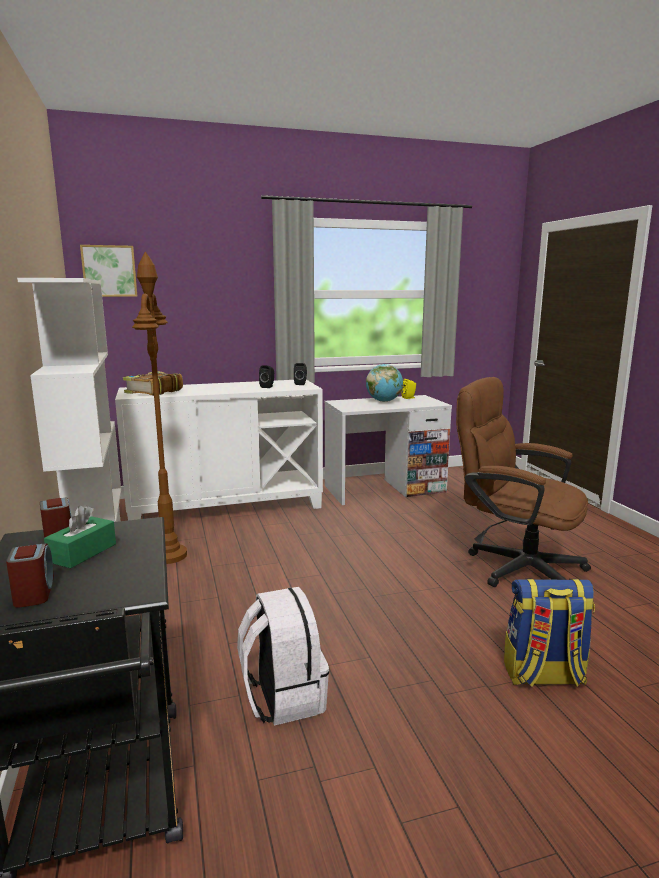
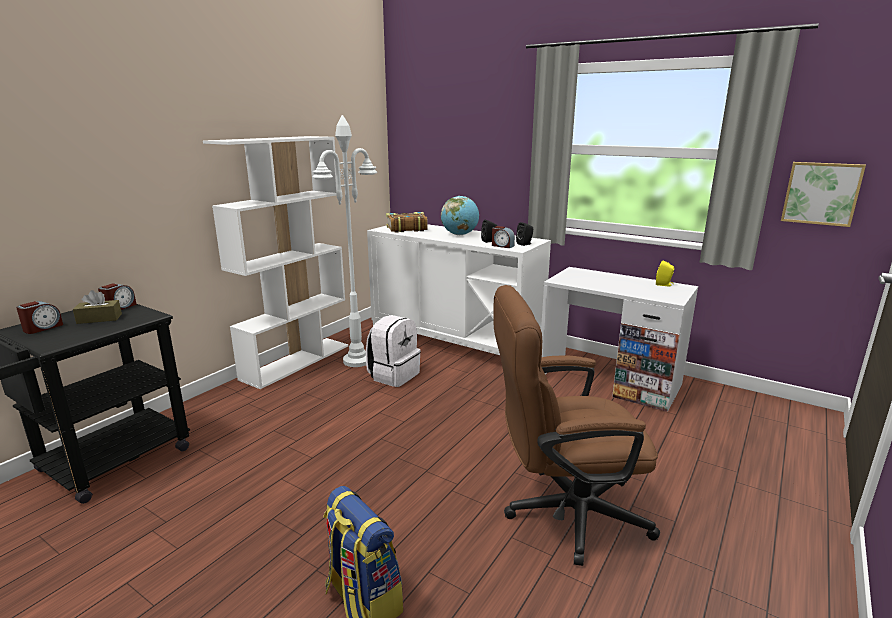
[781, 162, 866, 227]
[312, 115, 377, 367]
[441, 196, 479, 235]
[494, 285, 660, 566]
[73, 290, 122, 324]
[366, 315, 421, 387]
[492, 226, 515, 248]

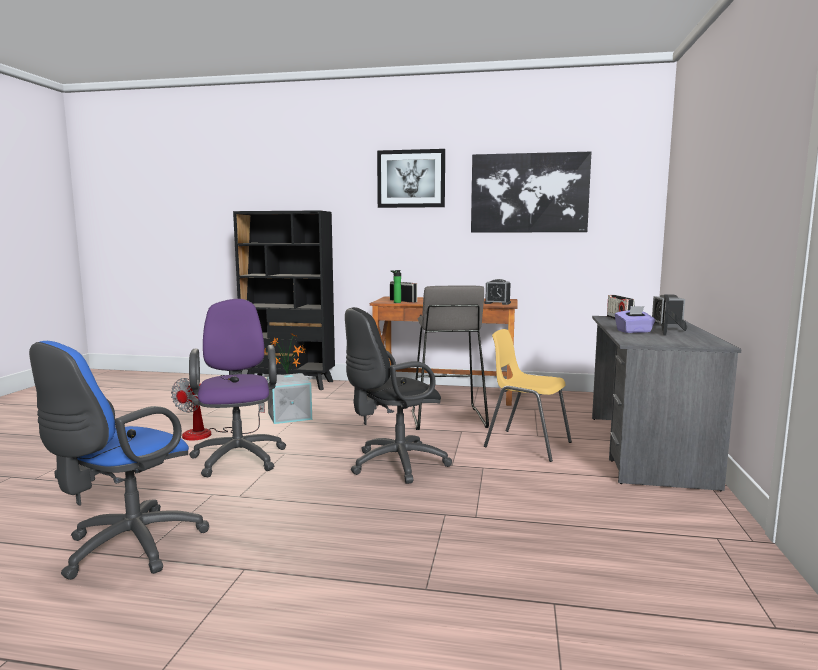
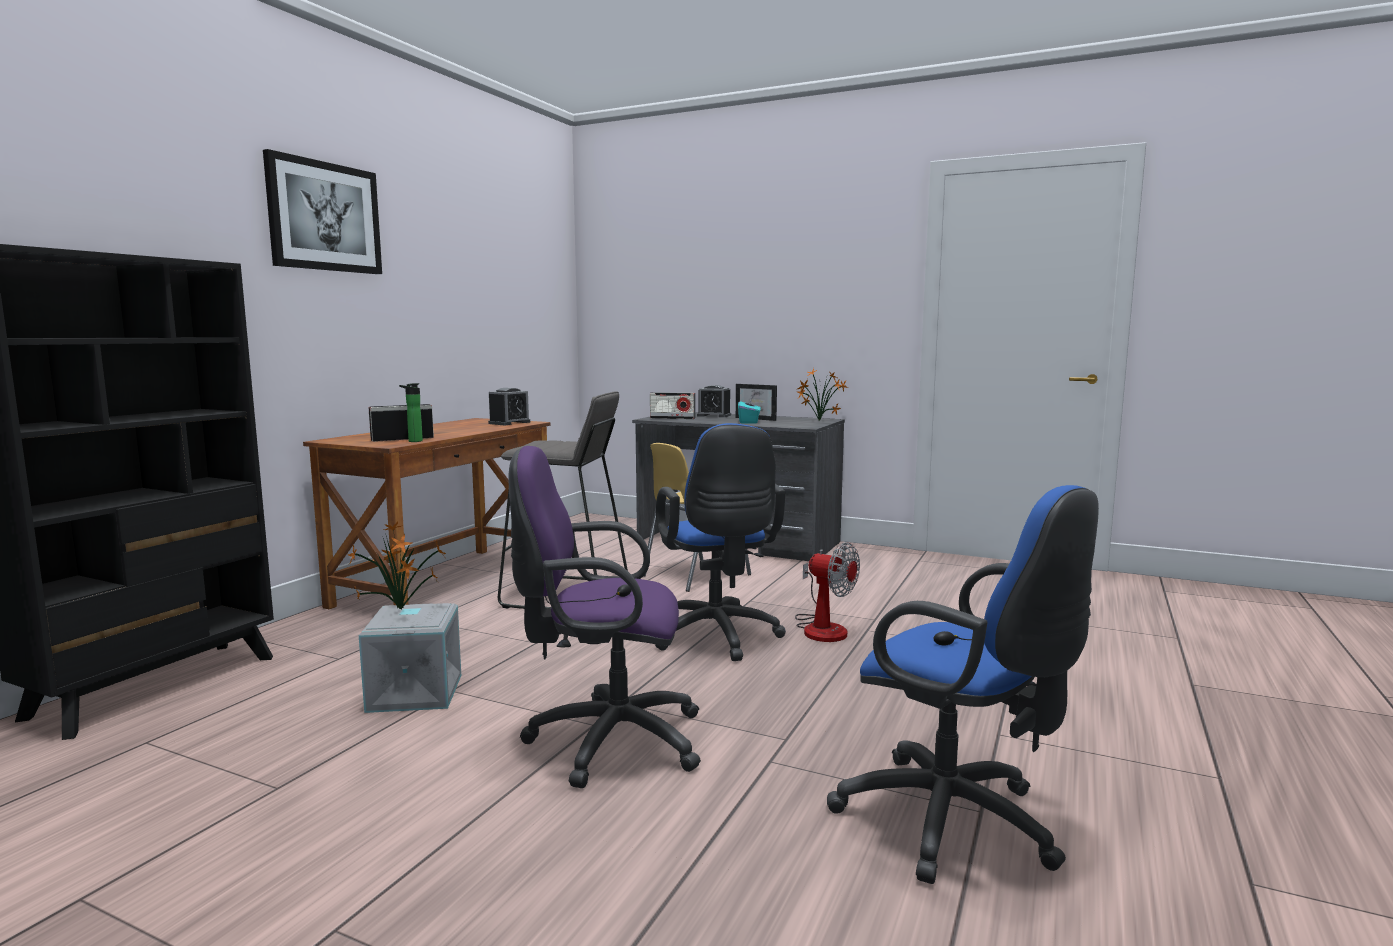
[471, 152, 591, 232] (first image)
[738, 395, 761, 424]
[655, 423, 786, 661]
[795, 542, 860, 642]
[797, 368, 848, 420]

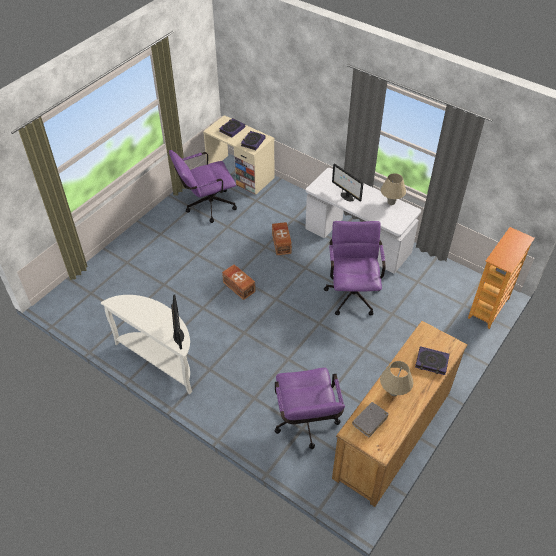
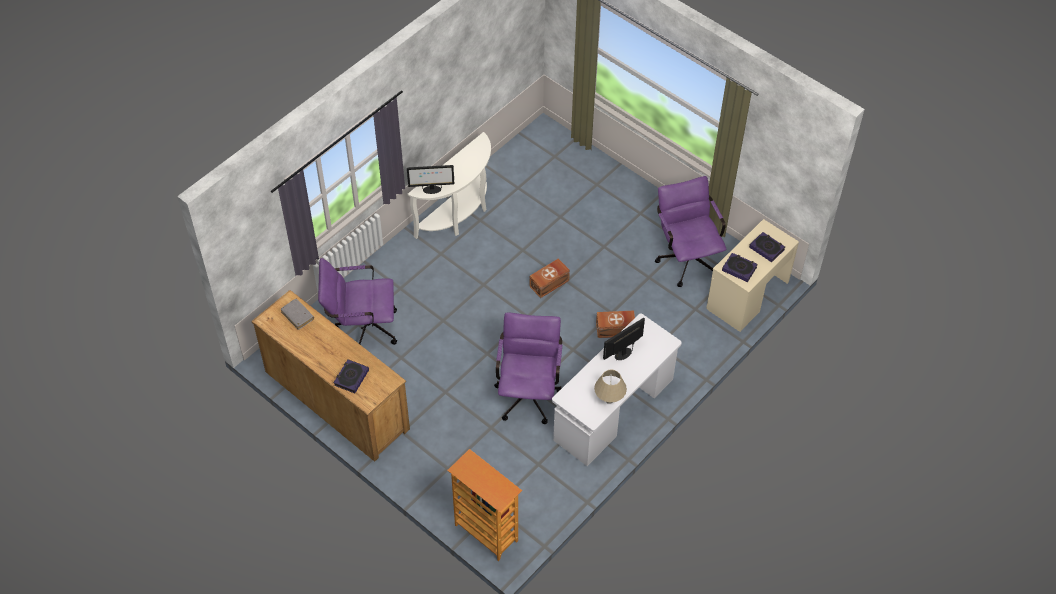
[494, 312, 562, 424]
[380, 361, 414, 396] (first image)

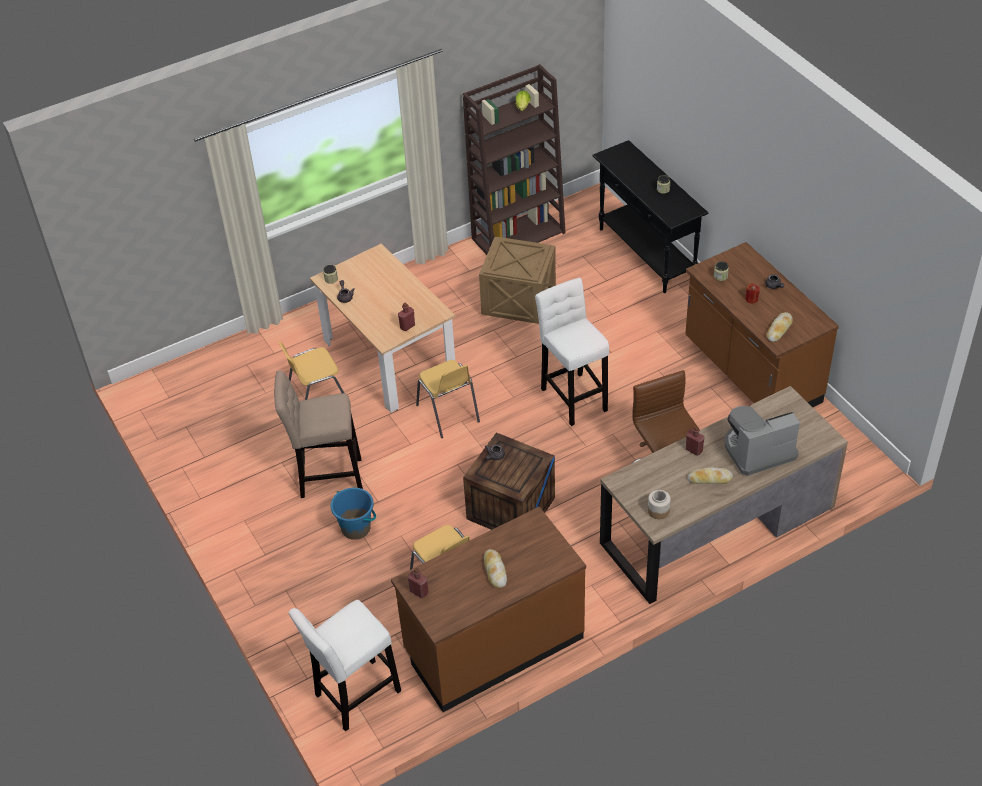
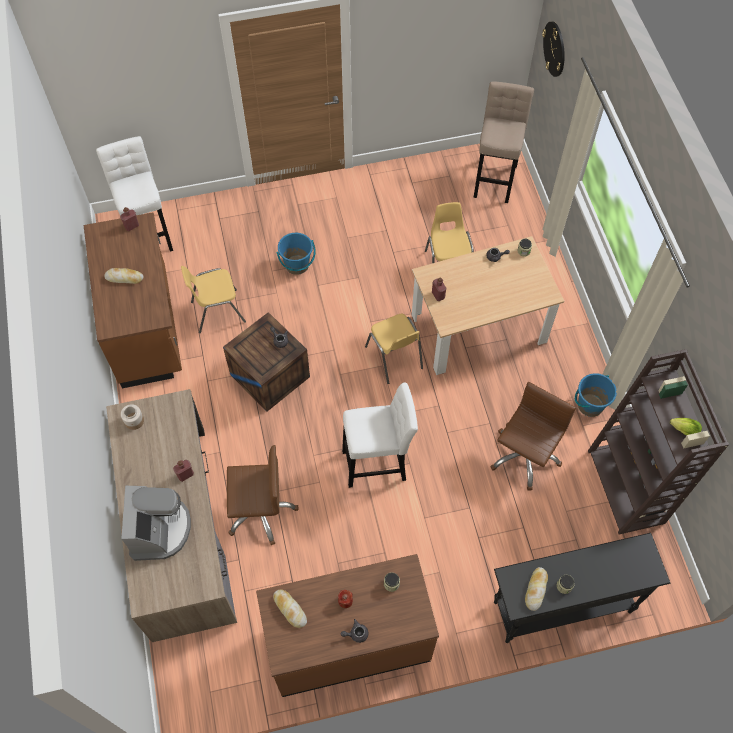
[490, 382, 576, 491]
[365, 314, 423, 384]
[474, 82, 534, 203]
[525, 567, 548, 611]
[542, 21, 565, 77]
[575, 373, 617, 417]

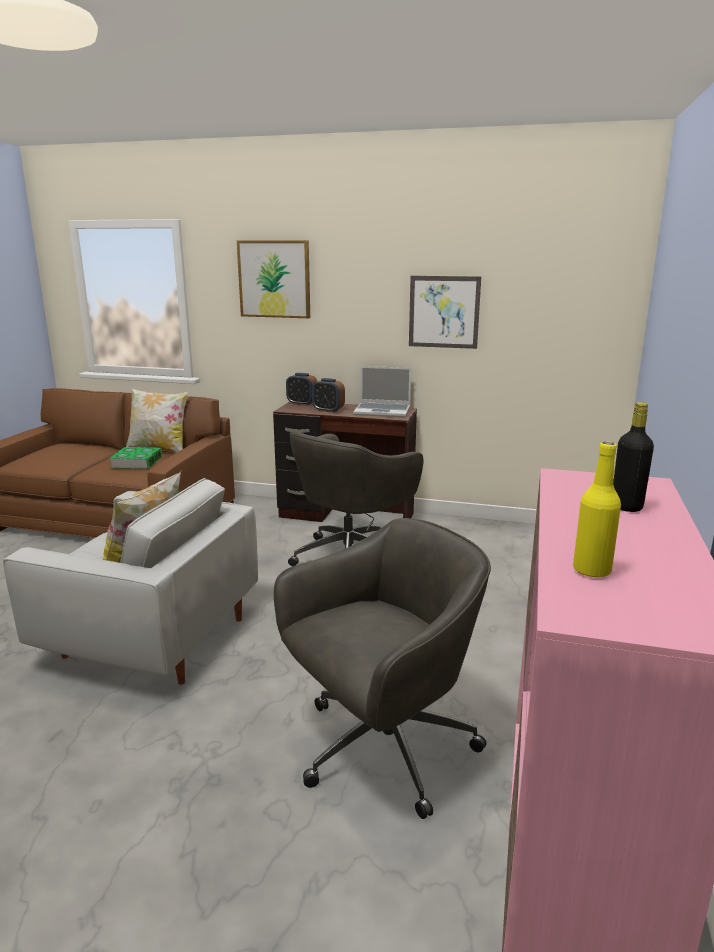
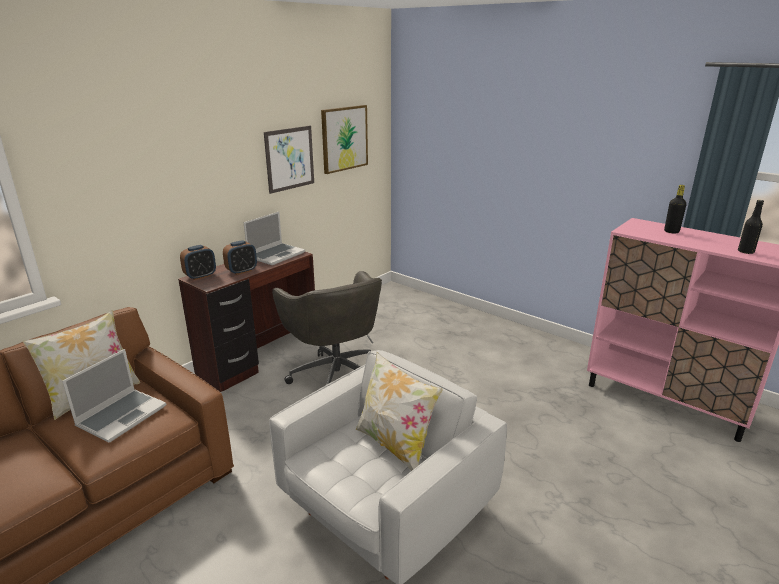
[321, 105, 368, 174]
[738, 200, 764, 254]
[62, 349, 166, 442]
[274, 518, 491, 819] (first image)

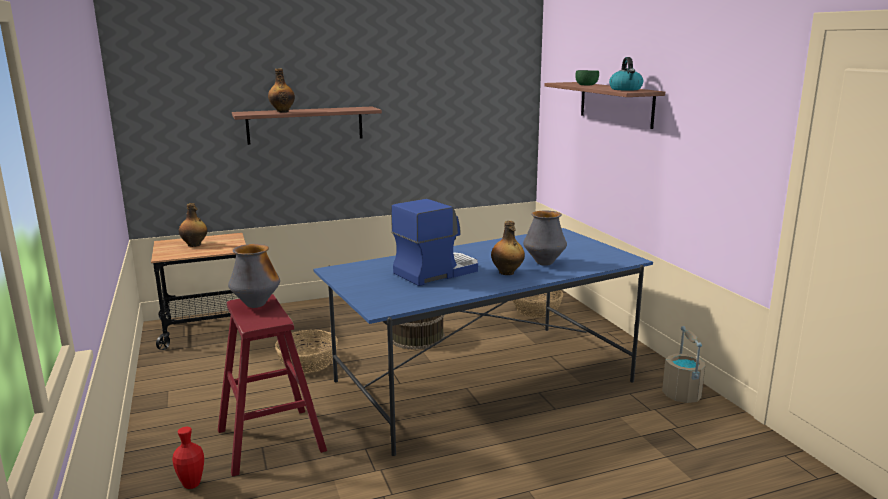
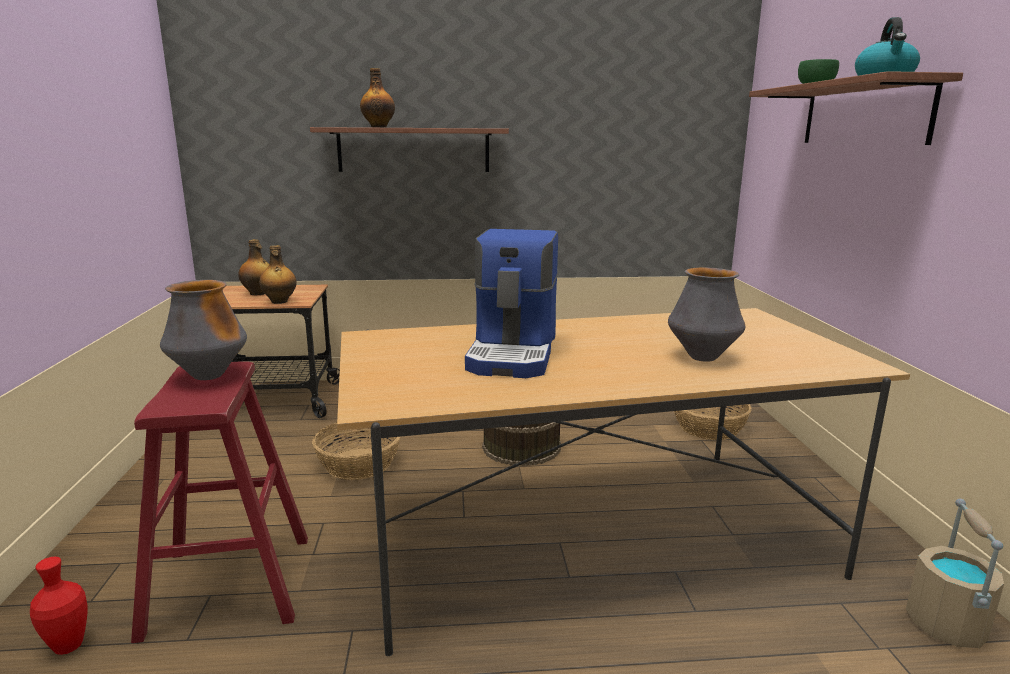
[465, 229, 558, 378]
[259, 245, 297, 304]
[337, 308, 910, 656]

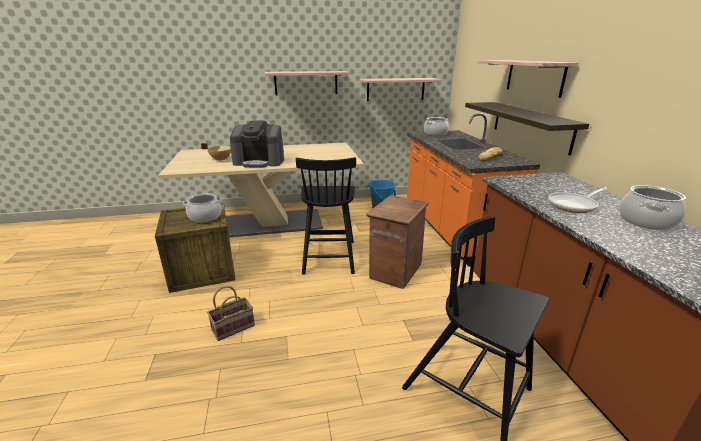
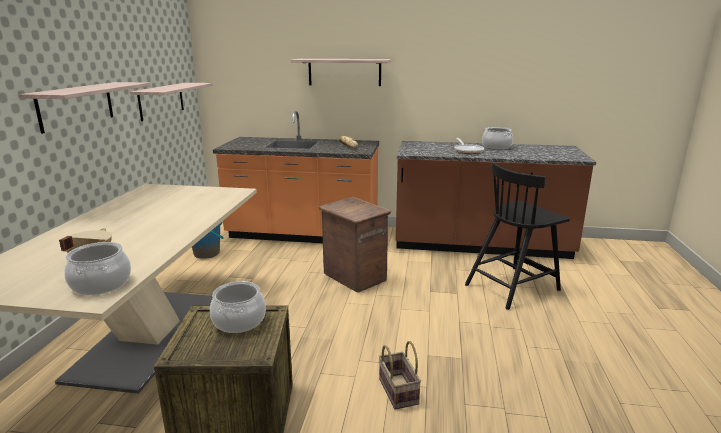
[465, 102, 589, 155] (first image)
[64, 242, 131, 295]
[230, 120, 284, 168] (first image)
[296, 157, 356, 275] (first image)

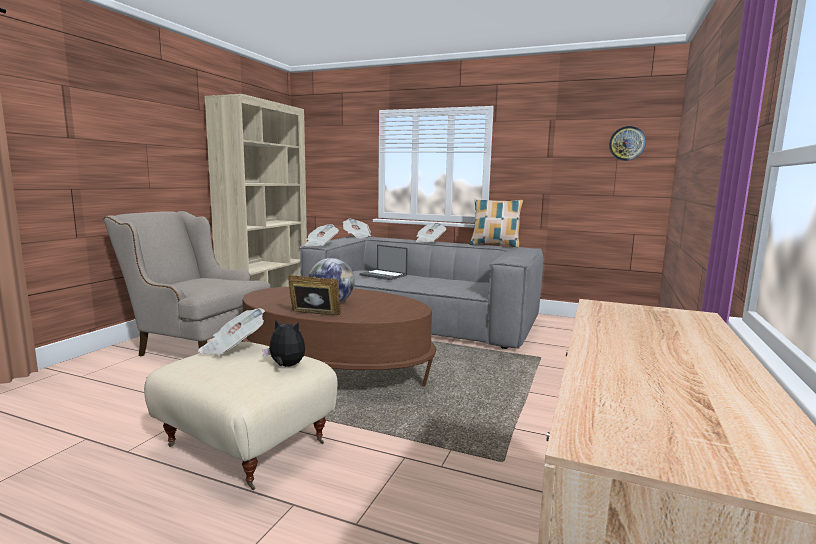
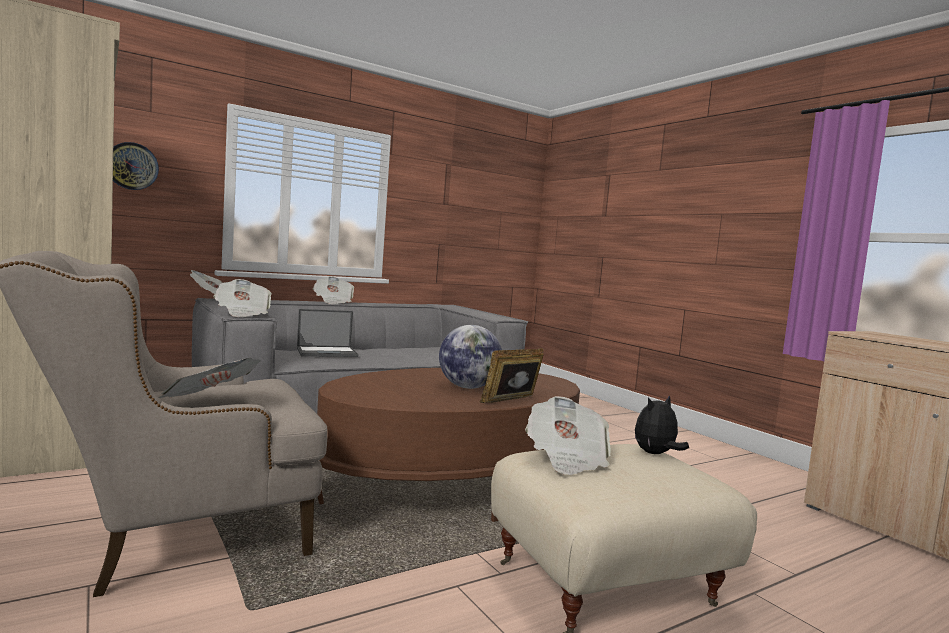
[113, 142, 159, 190]
[470, 198, 523, 248] (first image)
[158, 358, 261, 398]

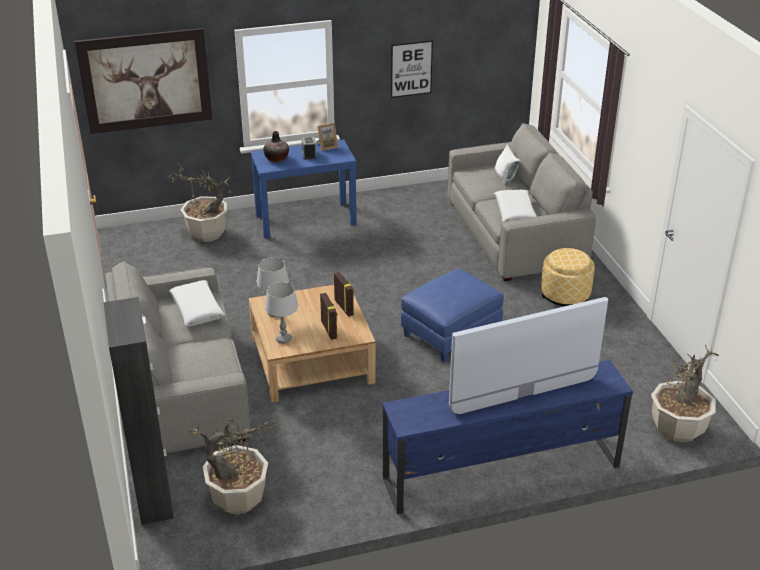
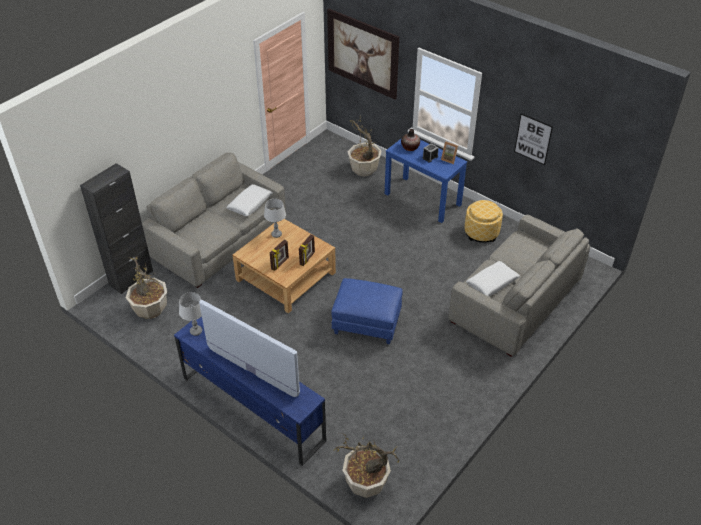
[495, 144, 520, 186] (first image)
[465, 200, 503, 243]
[179, 292, 202, 336]

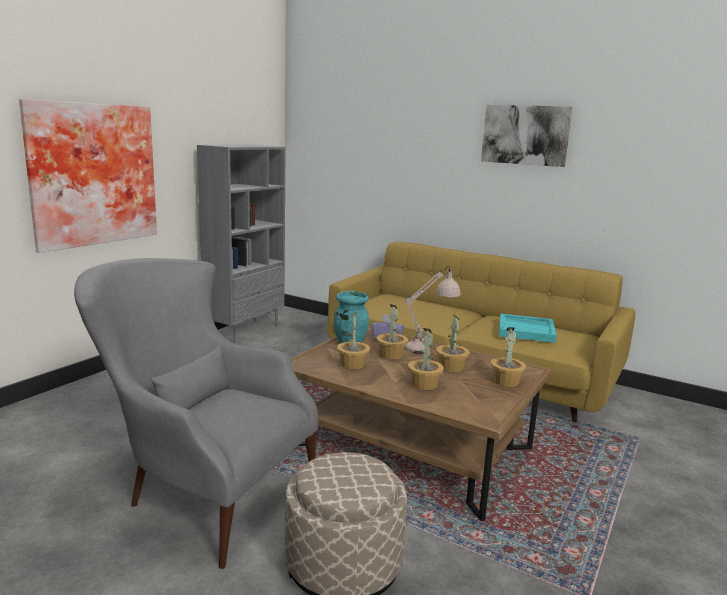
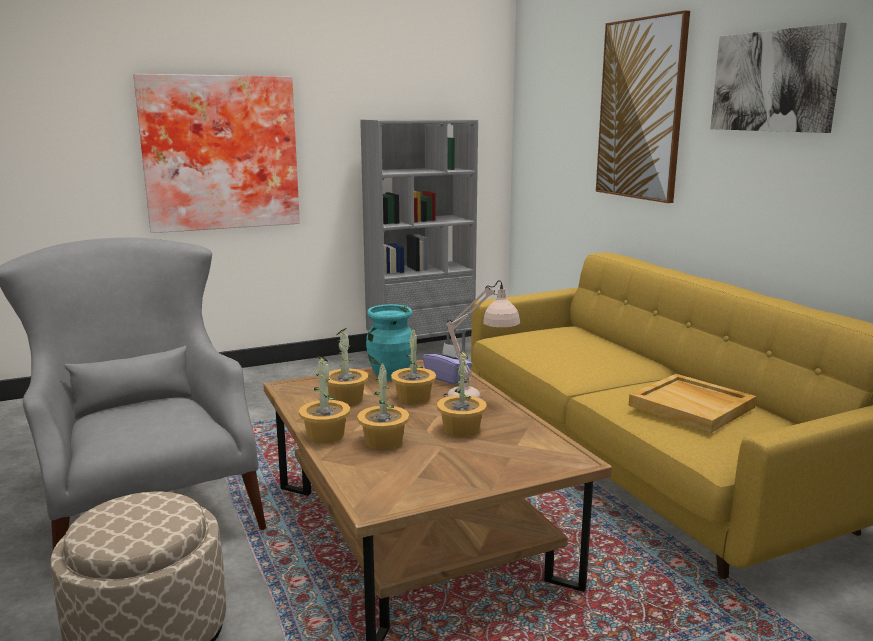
[628, 374, 756, 433]
[299, 355, 350, 443]
[596, 10, 690, 203]

